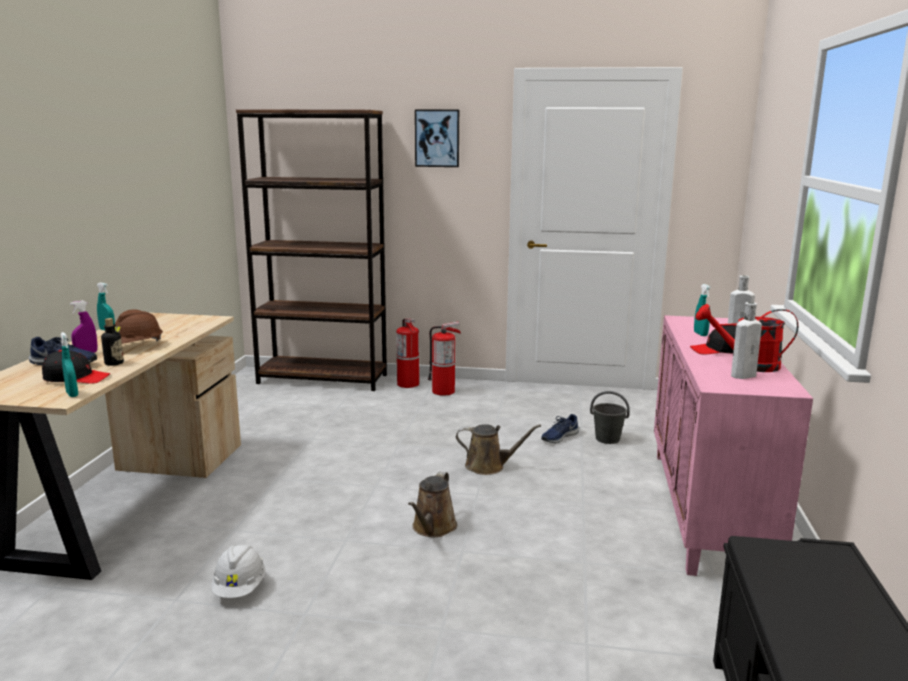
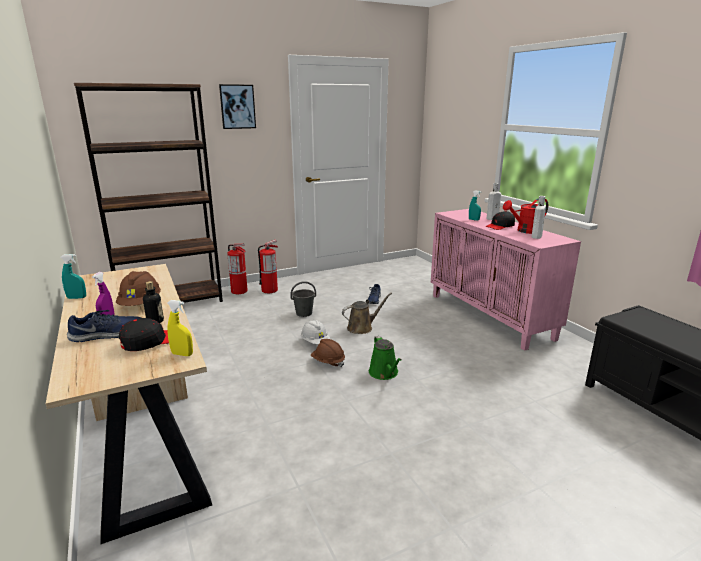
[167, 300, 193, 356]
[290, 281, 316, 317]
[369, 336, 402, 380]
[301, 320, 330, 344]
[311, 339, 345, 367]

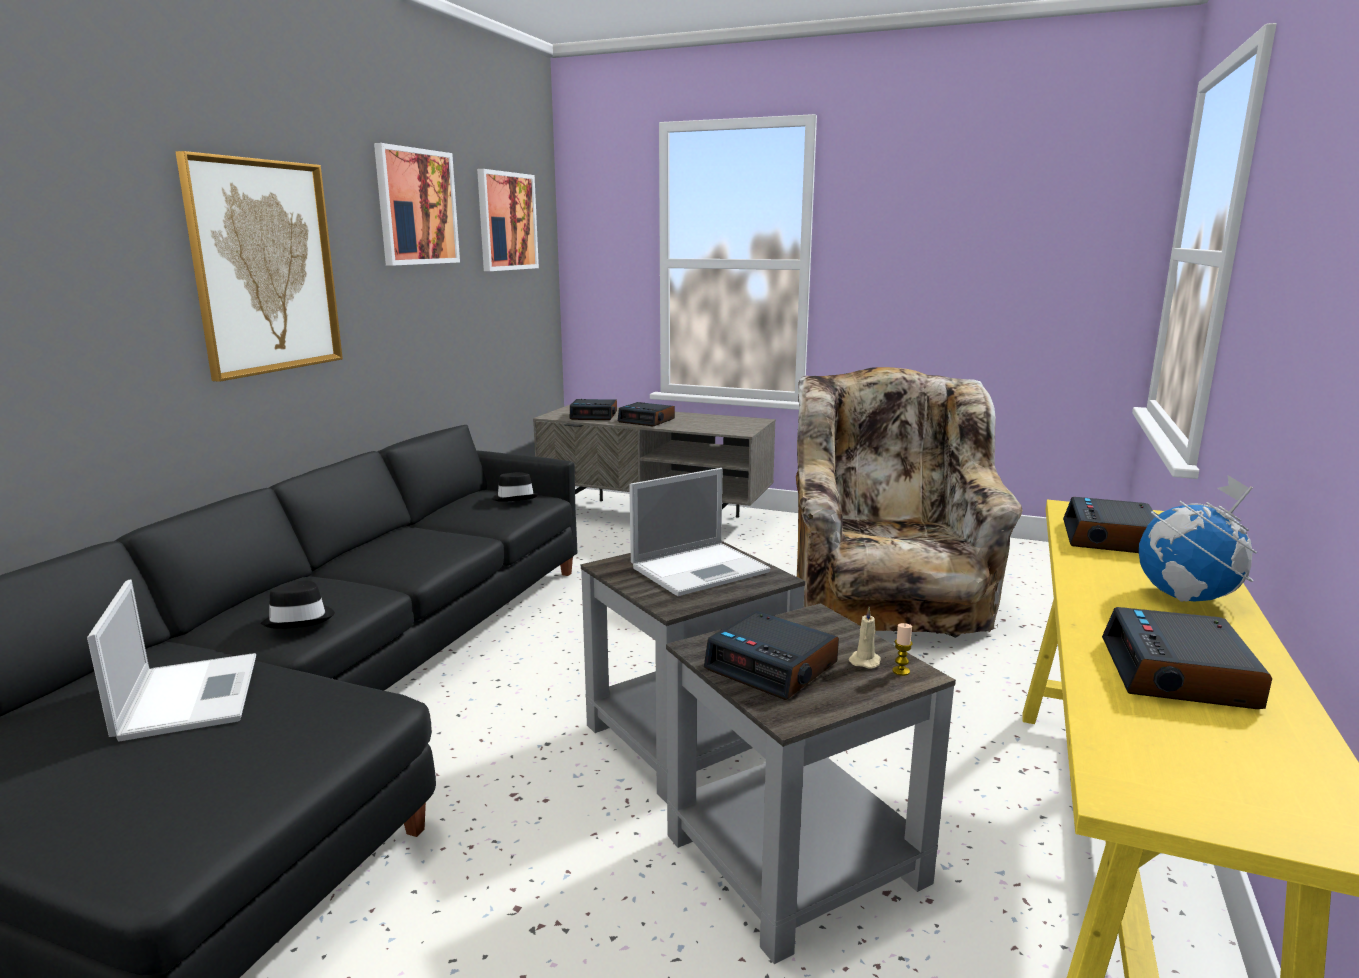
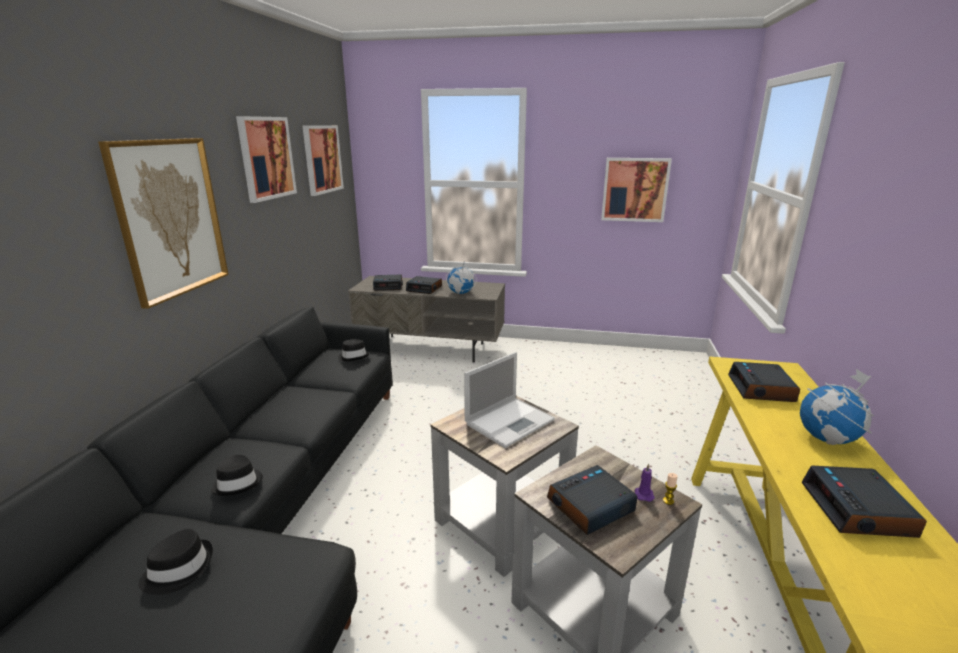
[796, 367, 1023, 638] (first image)
[138, 529, 213, 595]
[635, 463, 655, 502]
[547, 465, 637, 535]
[601, 158, 672, 222]
[446, 260, 477, 294]

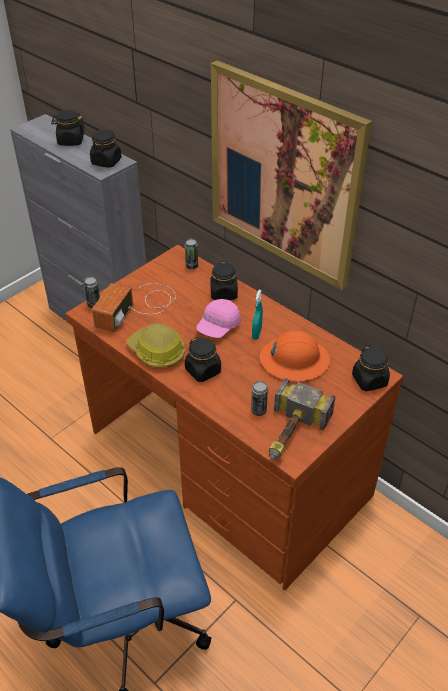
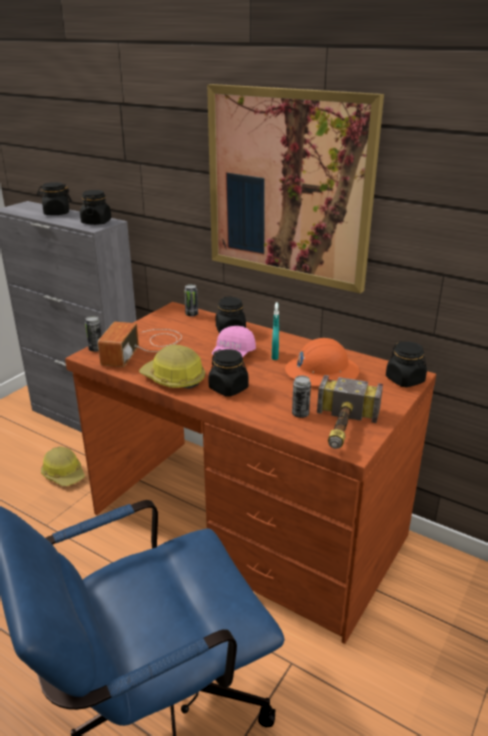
[41, 446, 85, 486]

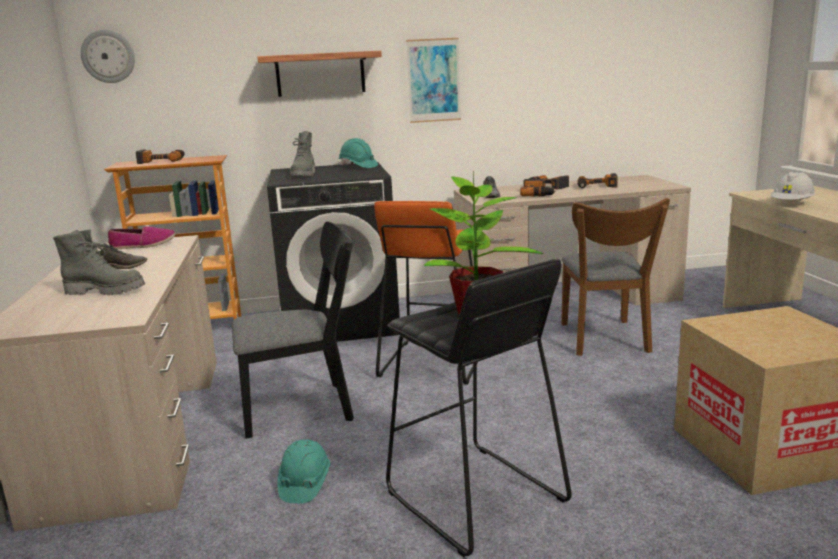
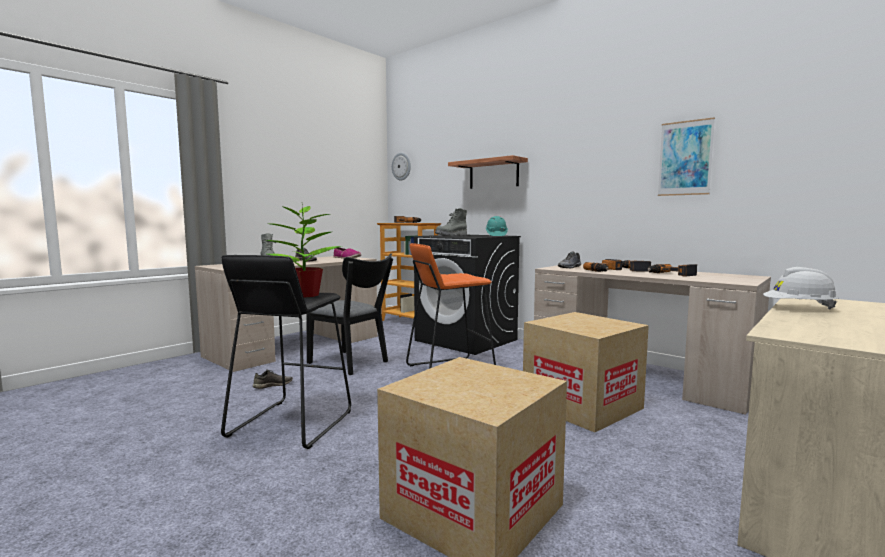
[658, 117, 715, 196]
[523, 312, 649, 432]
[253, 369, 293, 389]

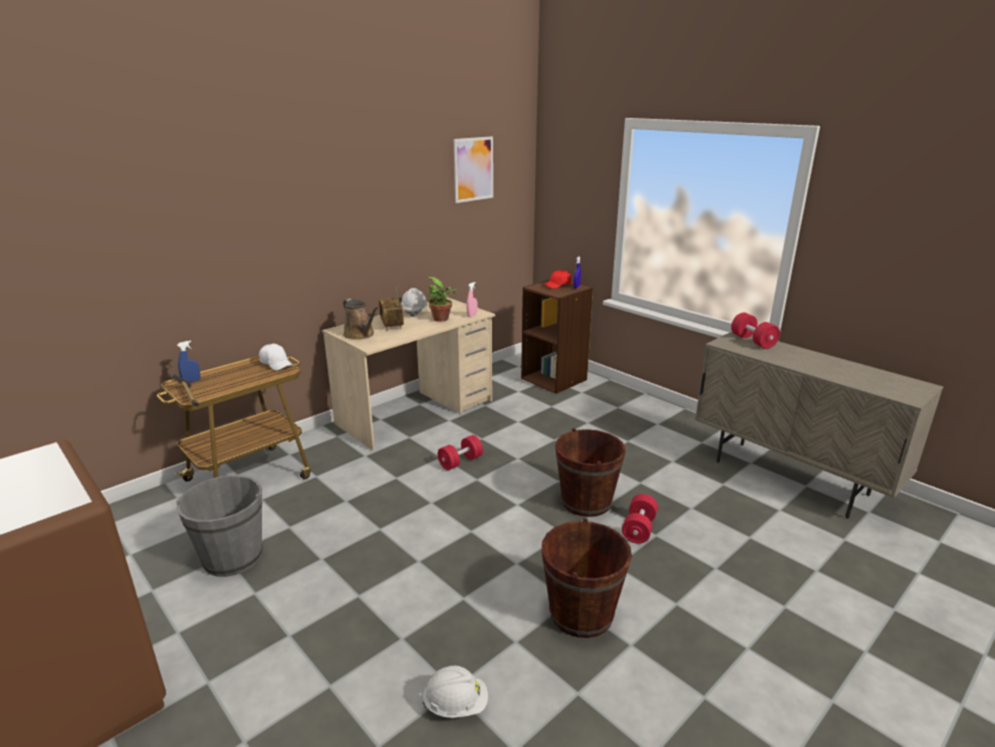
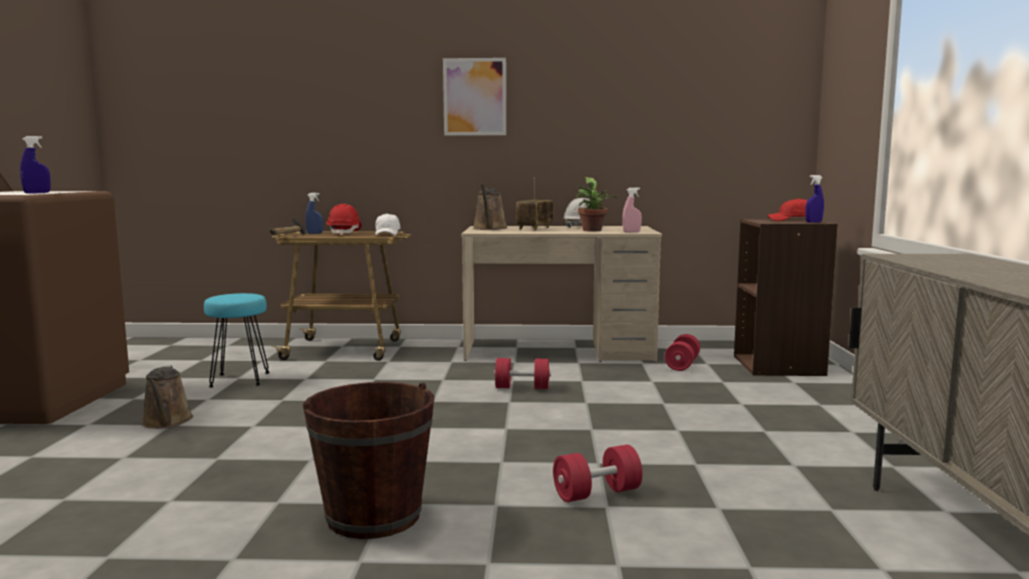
[443, 58, 506, 136]
[665, 334, 700, 371]
[555, 428, 626, 517] (first image)
[204, 293, 270, 388]
[422, 666, 488, 718] (first image)
[20, 136, 51, 194]
[327, 204, 361, 235]
[141, 365, 193, 429]

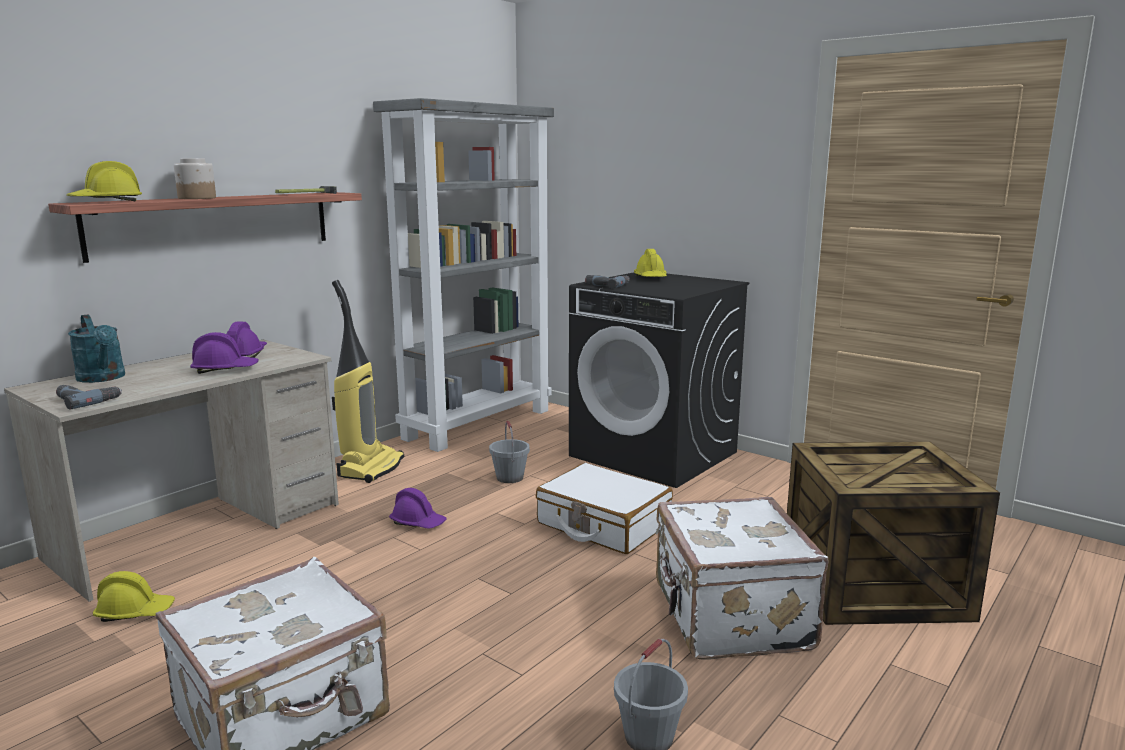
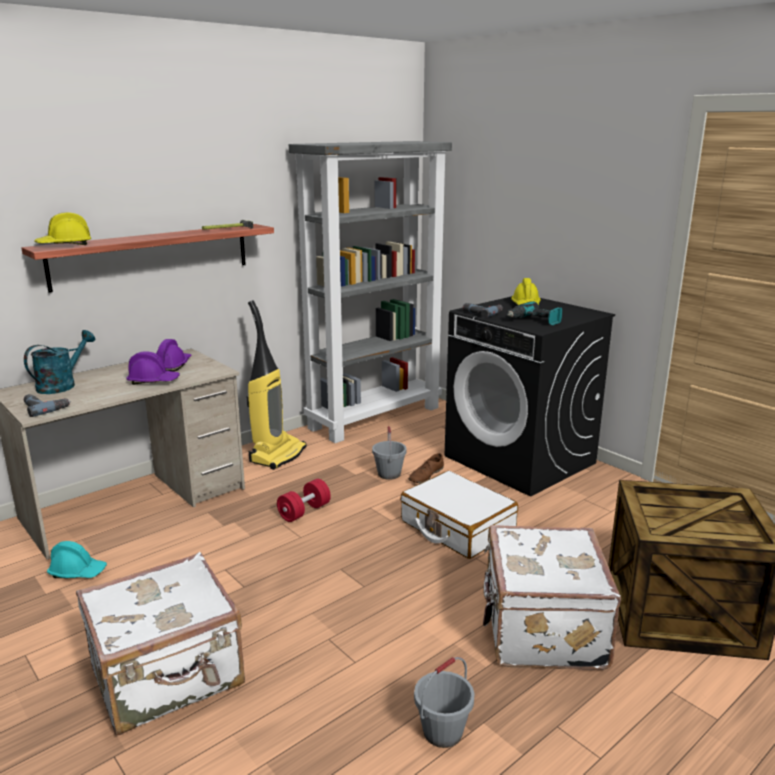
[174, 158, 216, 199] (first image)
[24, 330, 95, 394]
[277, 479, 331, 522]
[47, 541, 107, 578]
[507, 301, 563, 325]
[409, 453, 444, 483]

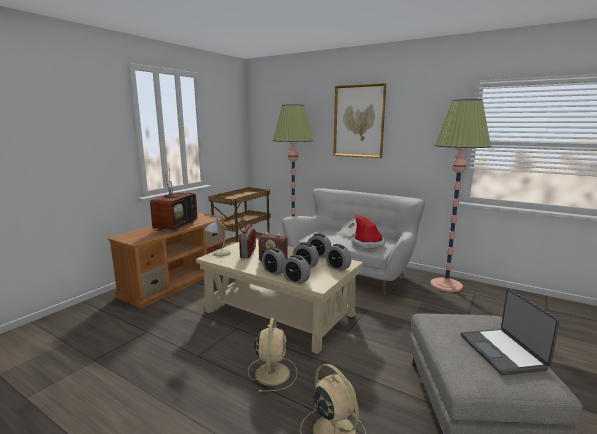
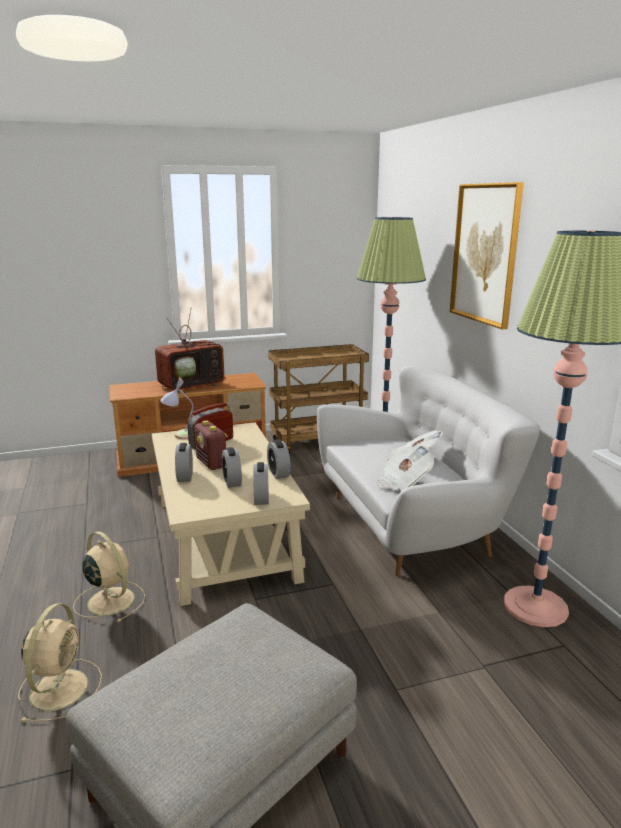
[377, 445, 434, 491]
[283, 255, 311, 284] (first image)
[460, 289, 560, 376] (first image)
[73, 532, 145, 622]

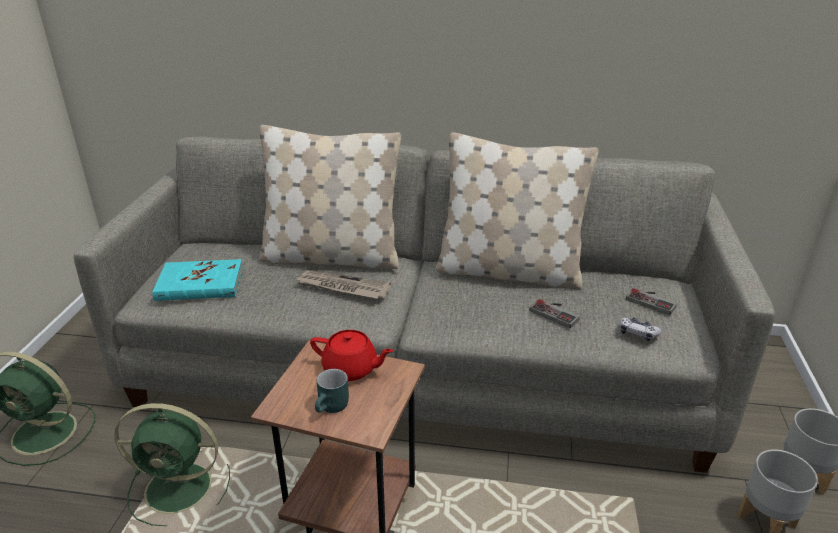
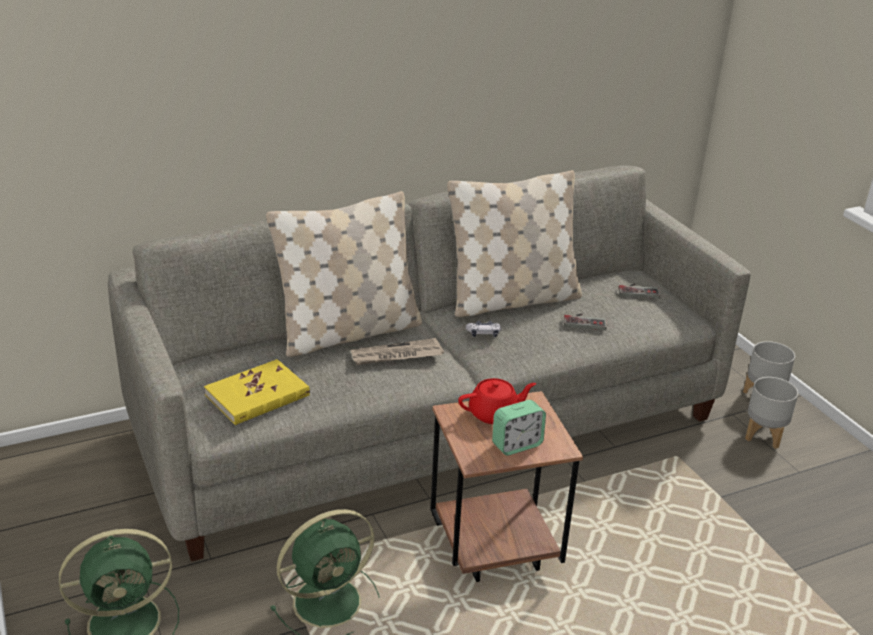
[204, 359, 310, 425]
[466, 321, 501, 337]
[492, 400, 546, 456]

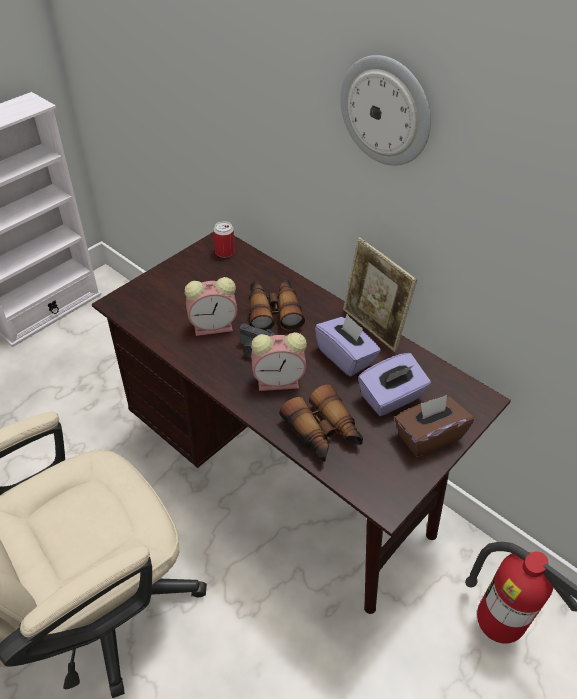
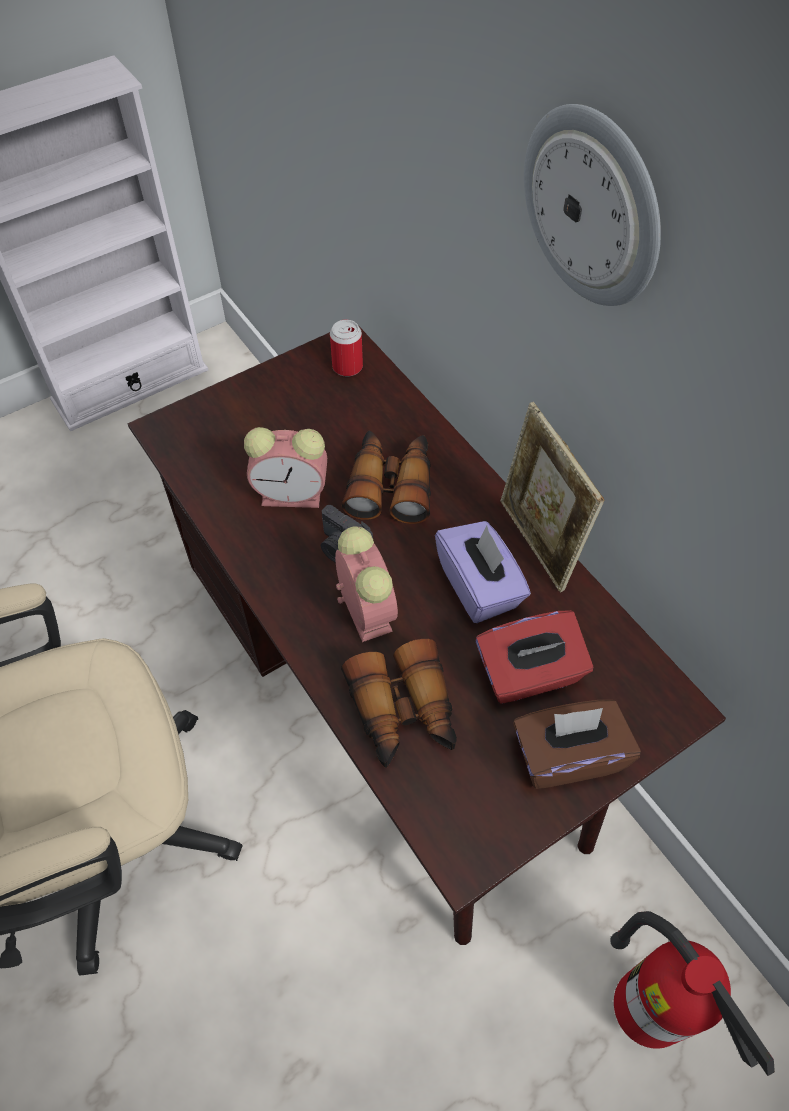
[335, 526, 398, 642]
[476, 610, 593, 704]

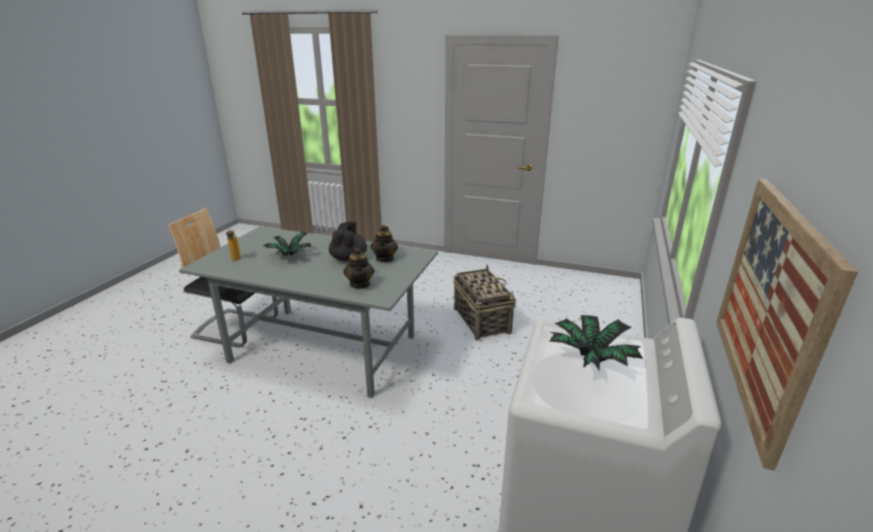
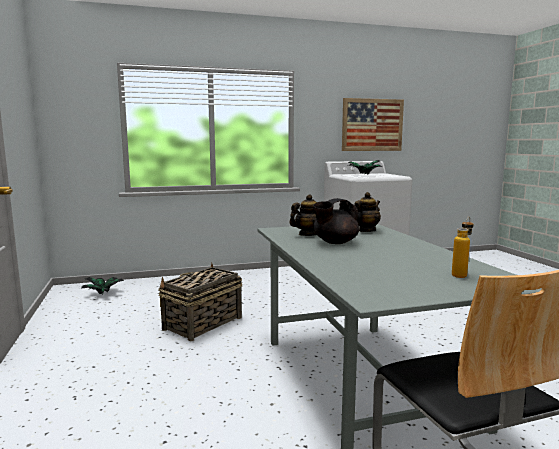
[81, 277, 124, 294]

